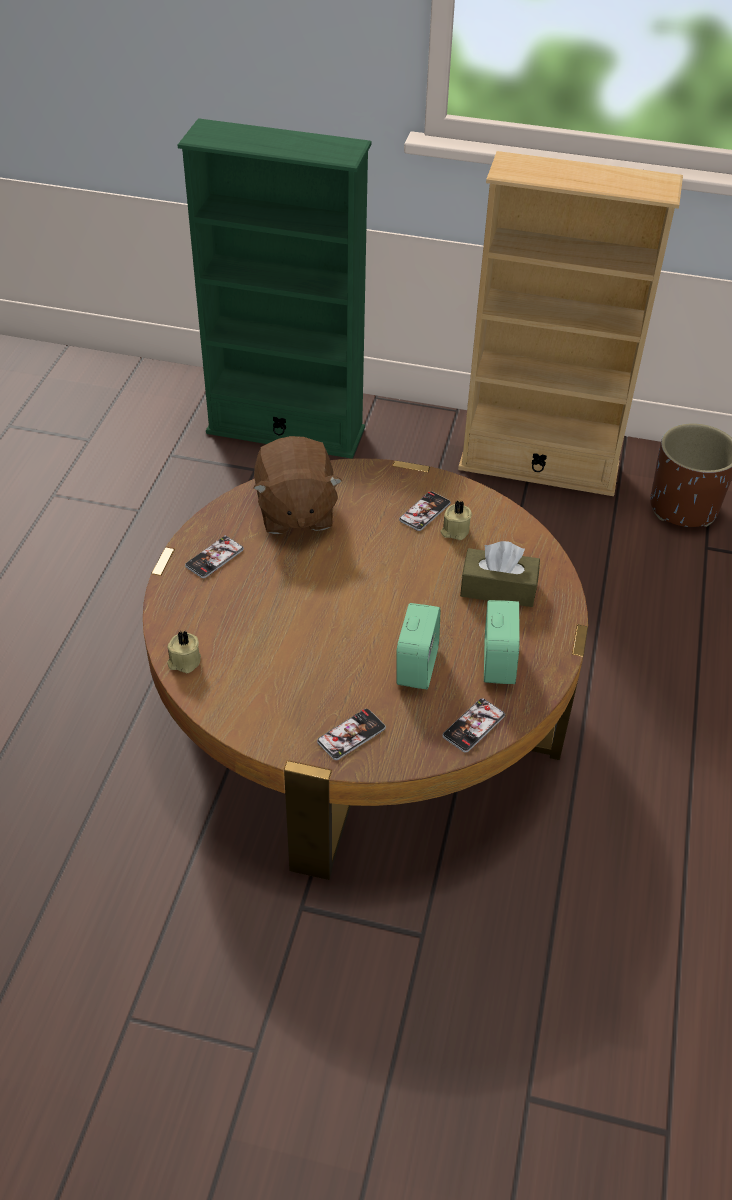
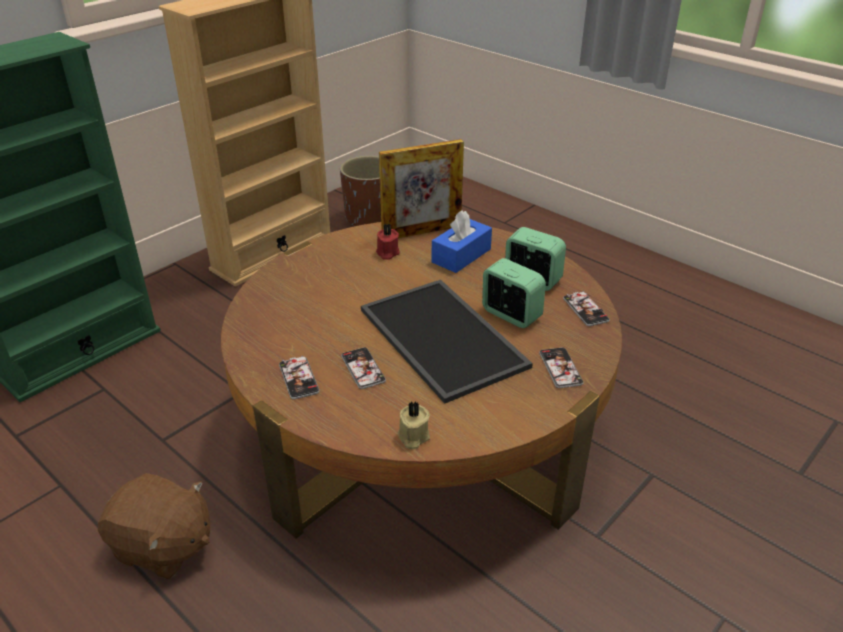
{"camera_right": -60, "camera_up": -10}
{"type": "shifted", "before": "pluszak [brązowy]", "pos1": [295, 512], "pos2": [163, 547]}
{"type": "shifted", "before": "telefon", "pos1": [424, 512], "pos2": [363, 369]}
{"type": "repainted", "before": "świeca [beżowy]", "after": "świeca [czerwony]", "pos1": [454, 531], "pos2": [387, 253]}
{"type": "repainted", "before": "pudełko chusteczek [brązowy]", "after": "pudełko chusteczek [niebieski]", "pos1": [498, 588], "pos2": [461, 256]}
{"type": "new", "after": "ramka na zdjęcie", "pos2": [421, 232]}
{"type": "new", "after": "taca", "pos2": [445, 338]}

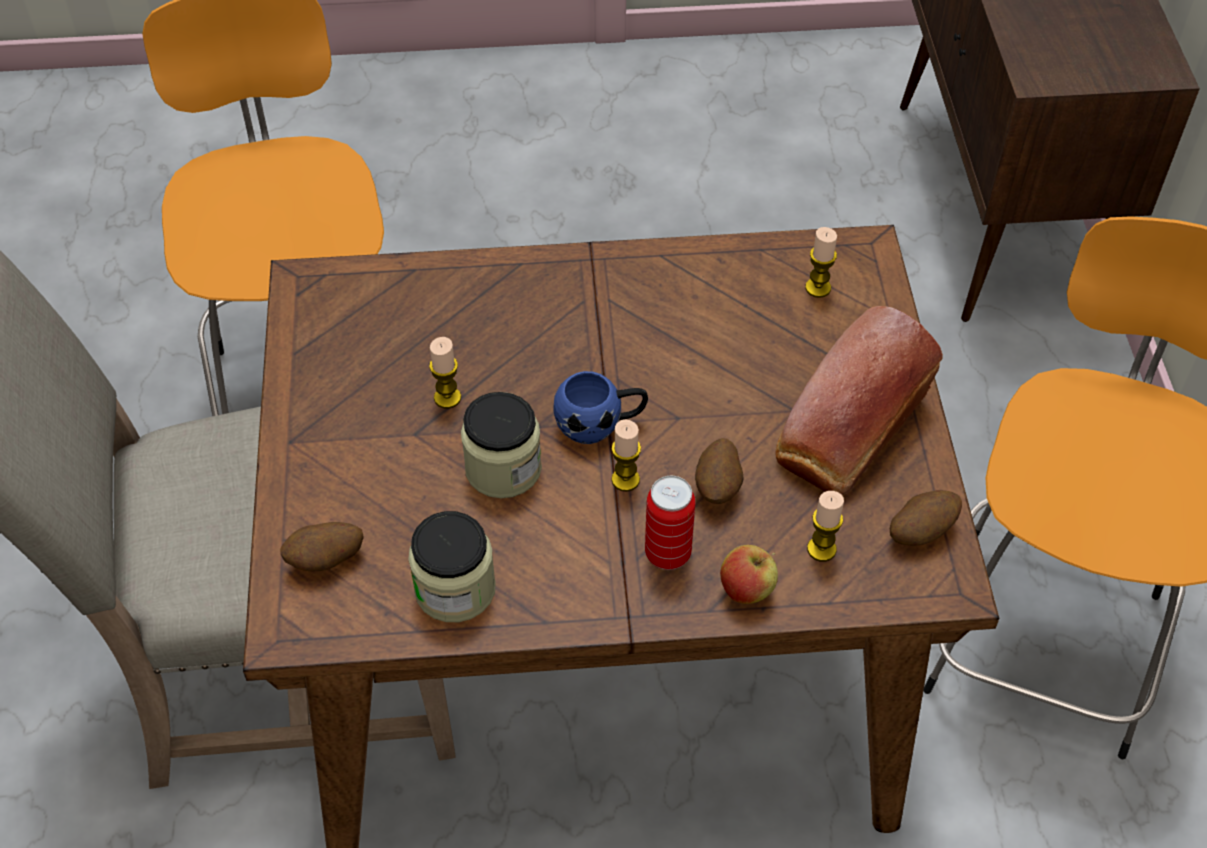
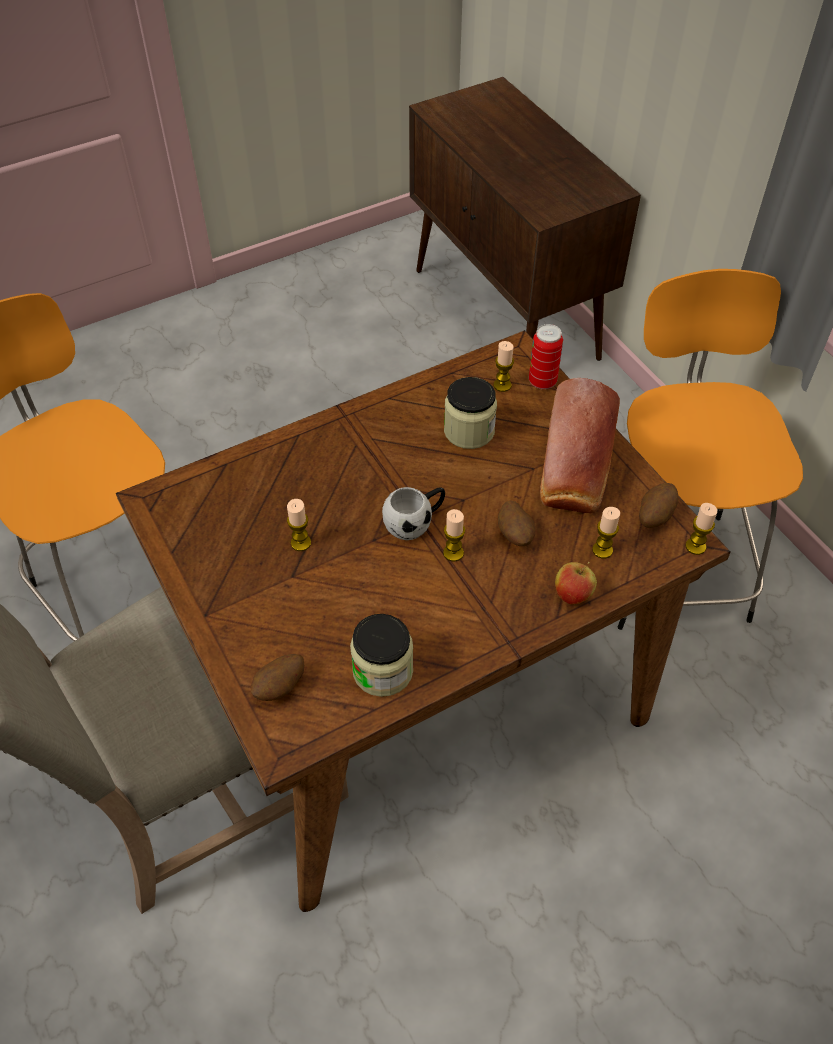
{"camera_right": -25, "camera_up": 0}
{"type": "repainted", "before": "kubek [niebieski]", "after": "kubek [biały]", "pos1": [600, 424], "pos2": [415, 522]}
{"type": "shifted", "before": "słoik", "pos1": [503, 468], "pos2": [469, 431]}
{"type": "shifted", "before": "puszka", "pos1": [668, 553], "pos2": [542, 381]}
{"type": "new", "after": "świeca", "pos2": [695, 546]}

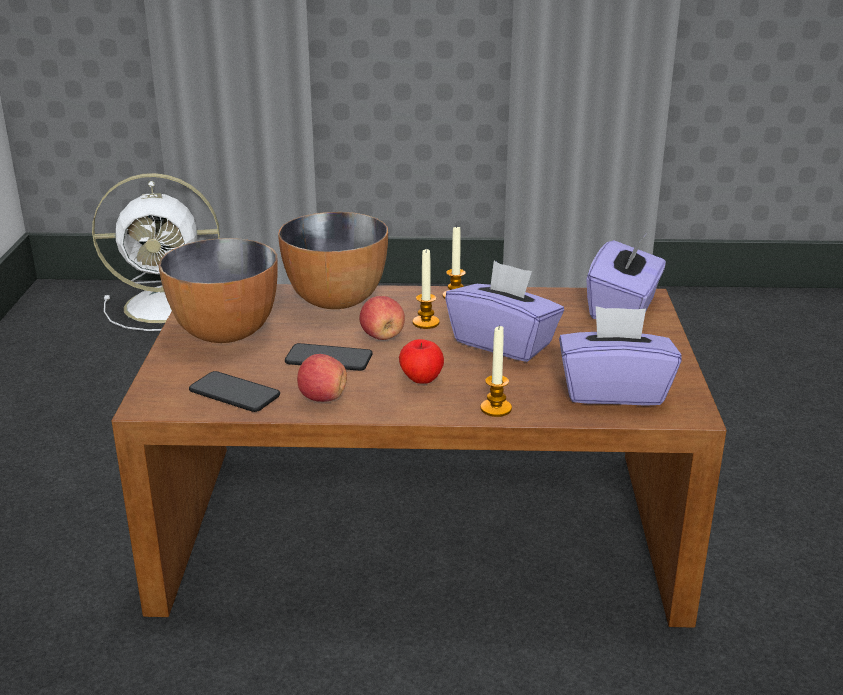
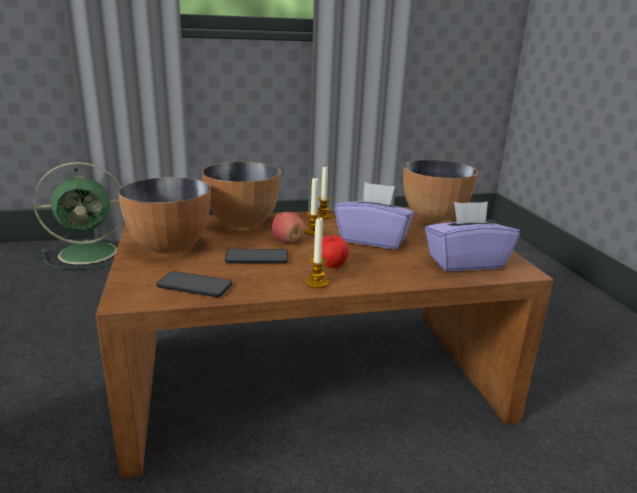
{"camera_right": -15, "camera_up": -5}
{"type": "repainted", "before": "wentylator [biały]", "after": "wentylator [zielony]", "pos1": [169, 305], "pos2": [91, 253]}
{"type": "swapped", "before": "pudełko chusteczek [fioletowy]", "after": "miska", "pos1": [624, 308], "pos2": [434, 216]}
{"type": "shifted", "before": "świeca", "pos1": [496, 408], "pos2": [317, 283]}
{"type": "gone", "before": "jabłko", "pos1": [322, 398]}

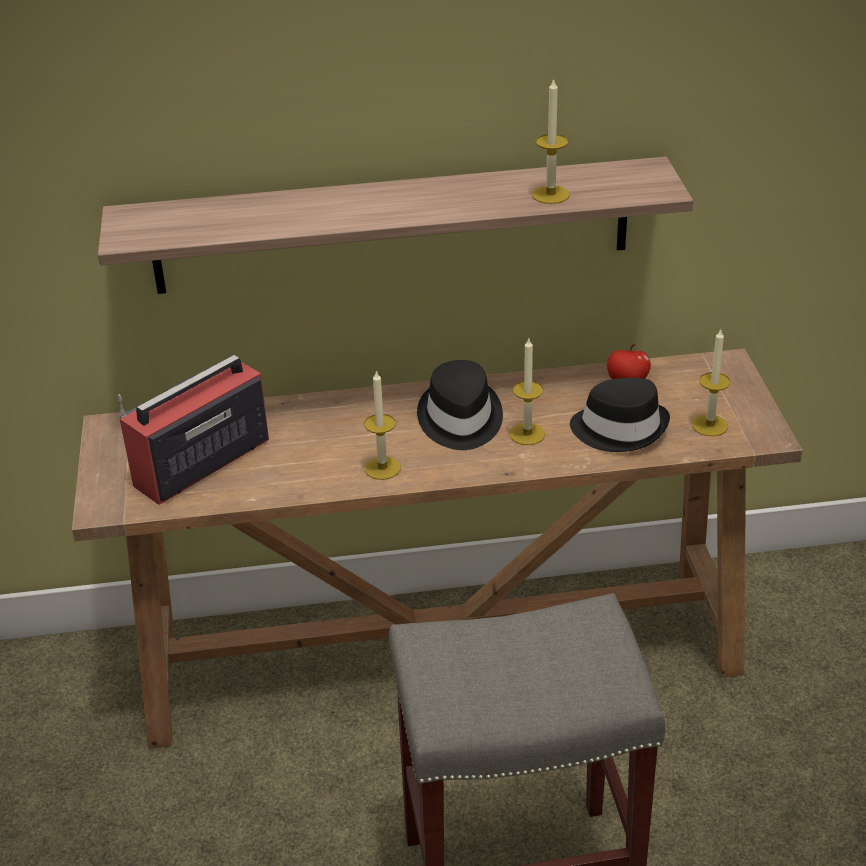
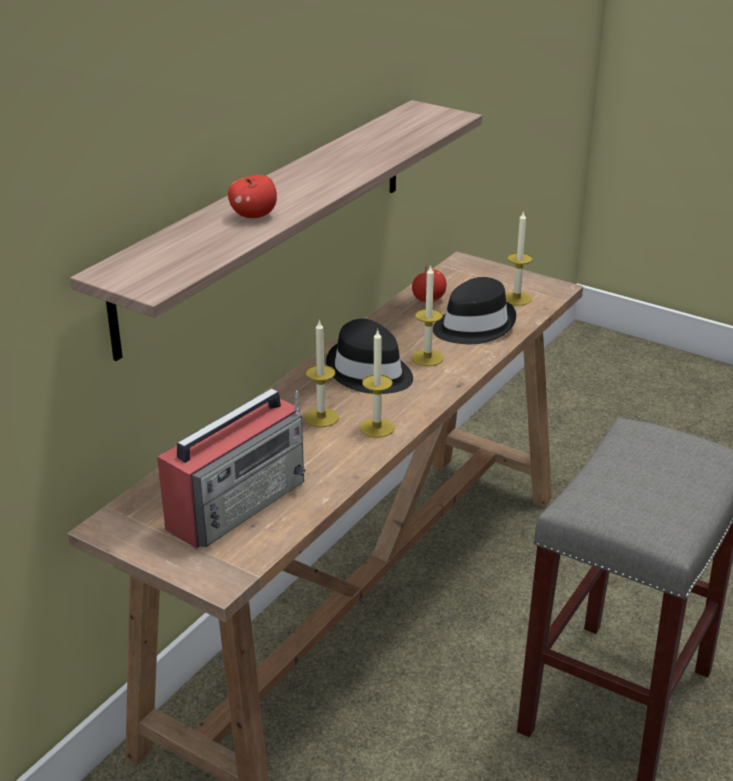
{"camera_right": -50, "camera_up": -5}
{"type": "shifted", "before": "świeca", "pos1": [550, 194], "pos2": [321, 417]}
{"type": "rotated", "before": "radio", "pos1": [199, 463], "pos2": [238, 503], "turn": -135}
{"type": "new", "after": "jabłko", "pos2": [254, 216]}

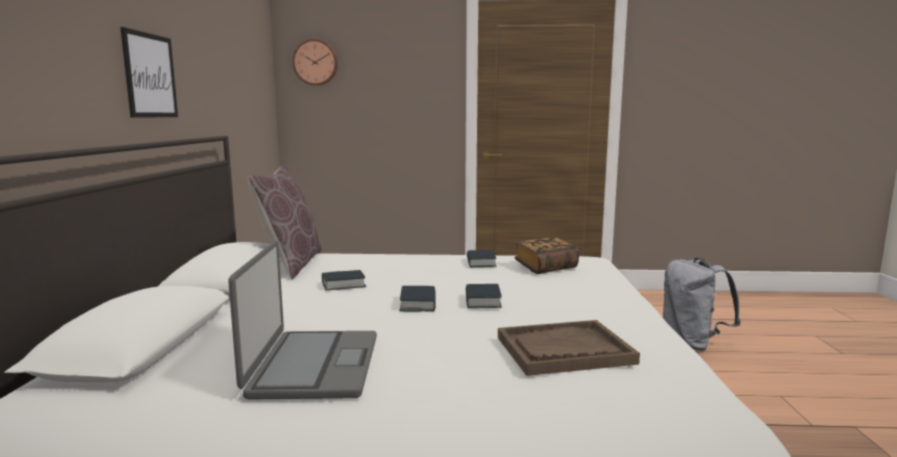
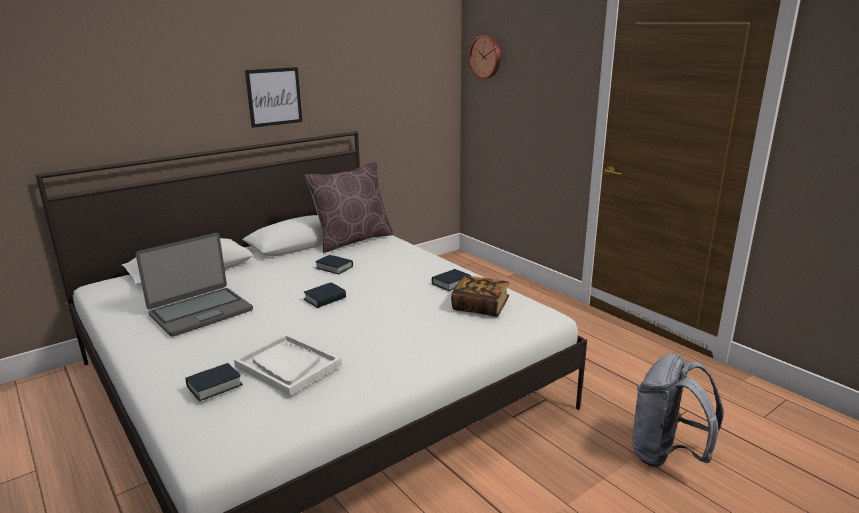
{"camera_right": 50, "camera_up": 10}
{"type": "shifted", "before": "książka", "pos1": [482, 301], "pos2": [214, 386]}
{"type": "repainted", "before": "taca [brązowy]", "after": "taca [biały]", "pos1": [564, 350], "pos2": [287, 366]}

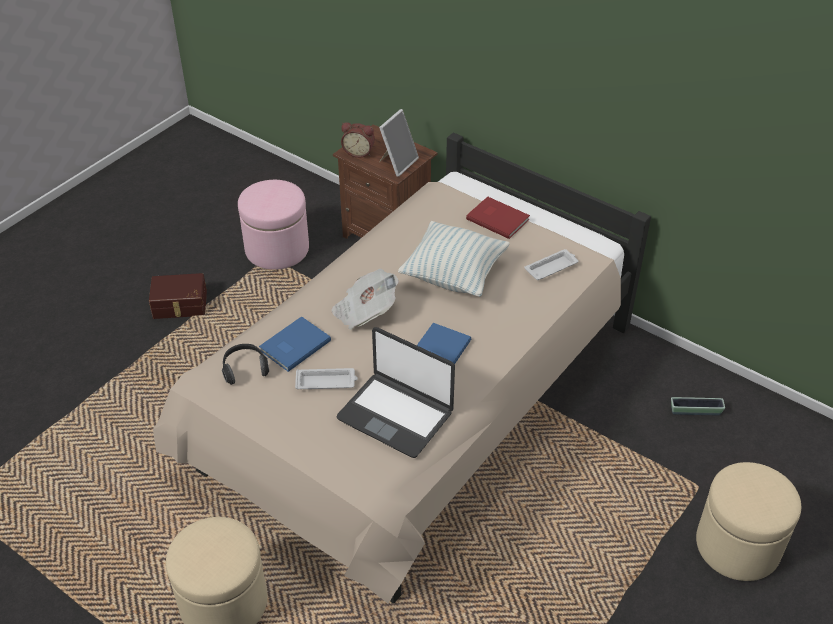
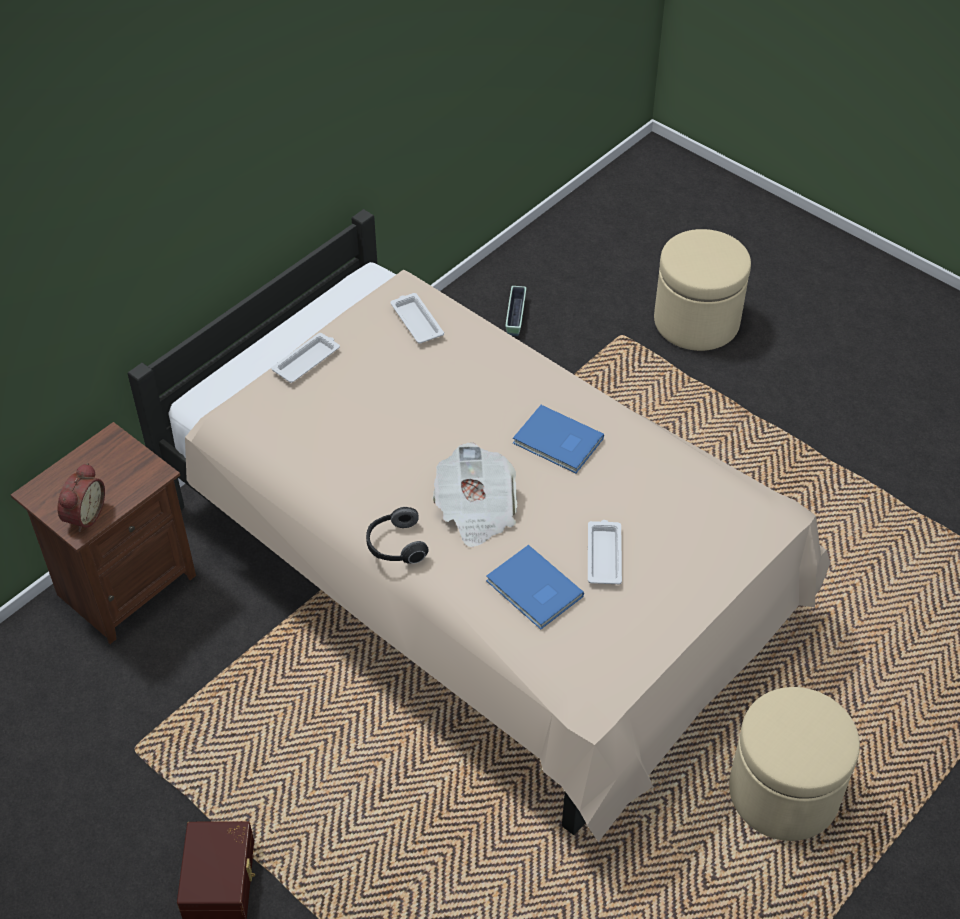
{"camera_right": -85, "camera_up": 5}
{"type": "gone", "before": "ramka na zdjęcie", "pos1": [397, 163]}
{"type": "gone", "before": "pufa [różowy]", "pos1": [277, 249]}
{"type": "swapped", "before": "książka [czerwony]", "after": "taca [biały]", "pos1": [498, 218], "pos2": [307, 361]}
{"type": "gone", "before": "poduszka", "pos1": [454, 275]}
{"type": "gone", "before": "laptop", "pos1": [396, 415]}
{"type": "shifted", "before": "słuchawki", "pos1": [245, 369], "pos2": [395, 546]}

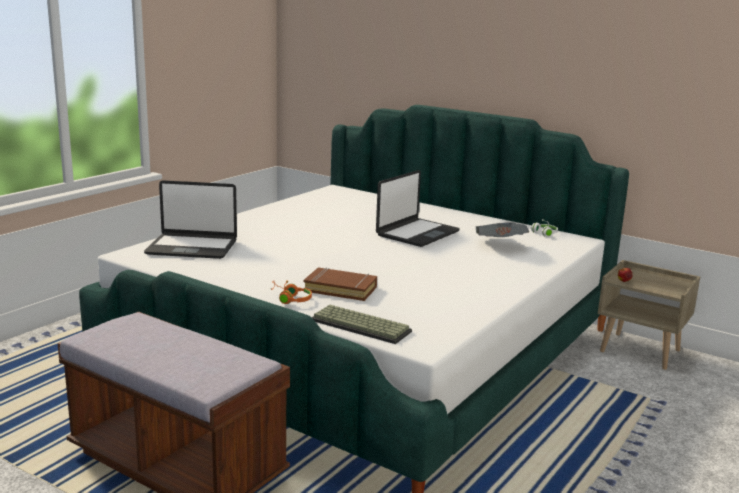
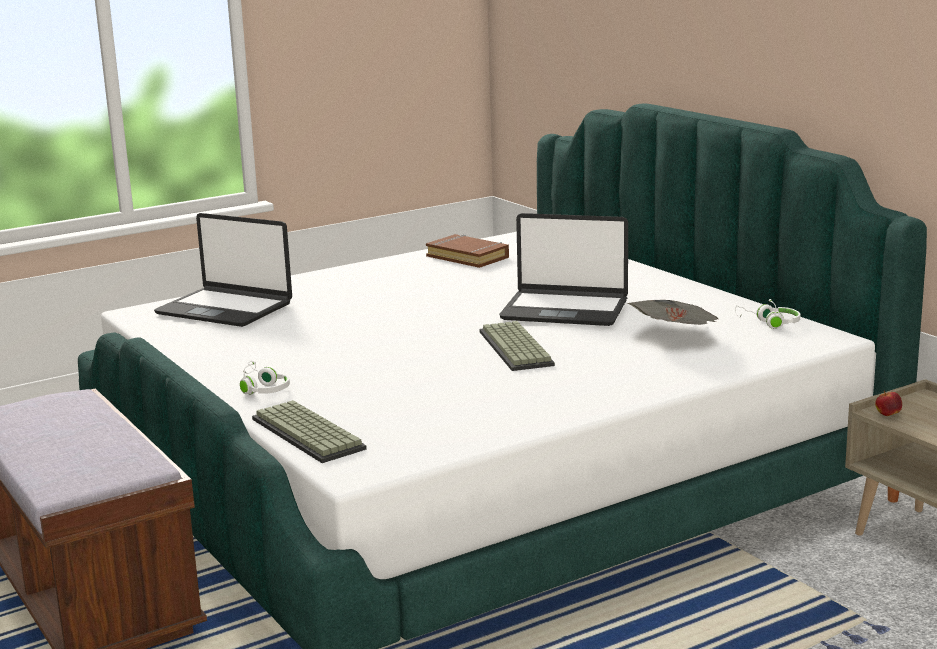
{"camera_right": 25, "camera_up": 0}
{"type": "rotated", "before": "laptop", "pos1": [417, 233], "pos2": [564, 310], "turn": 45}
{"type": "shifted", "before": "książka [brązowy]", "pos1": [340, 289], "pos2": [468, 257]}
{"type": "repainted", "before": "słuchawki [pomarańczowy]", "after": "słuchawki [biały]", "pos1": [290, 299], "pos2": [262, 388]}
{"type": "new", "after": "klawiatura", "pos2": [518, 348]}

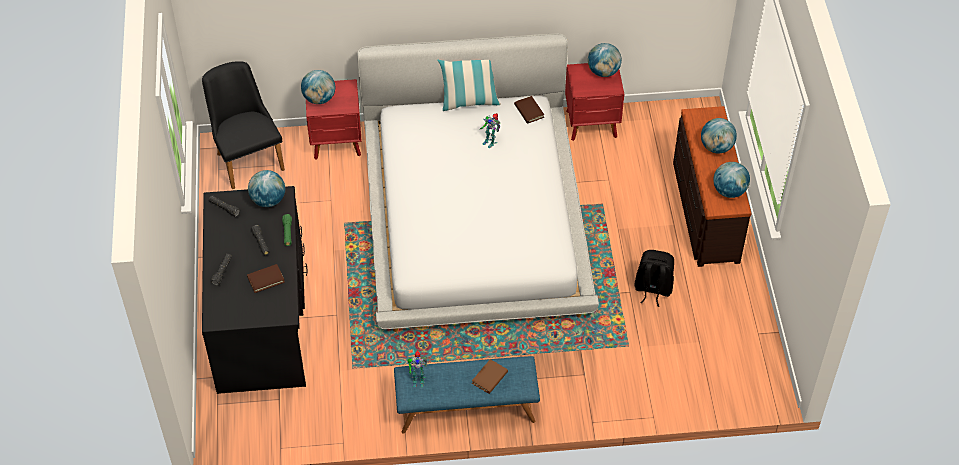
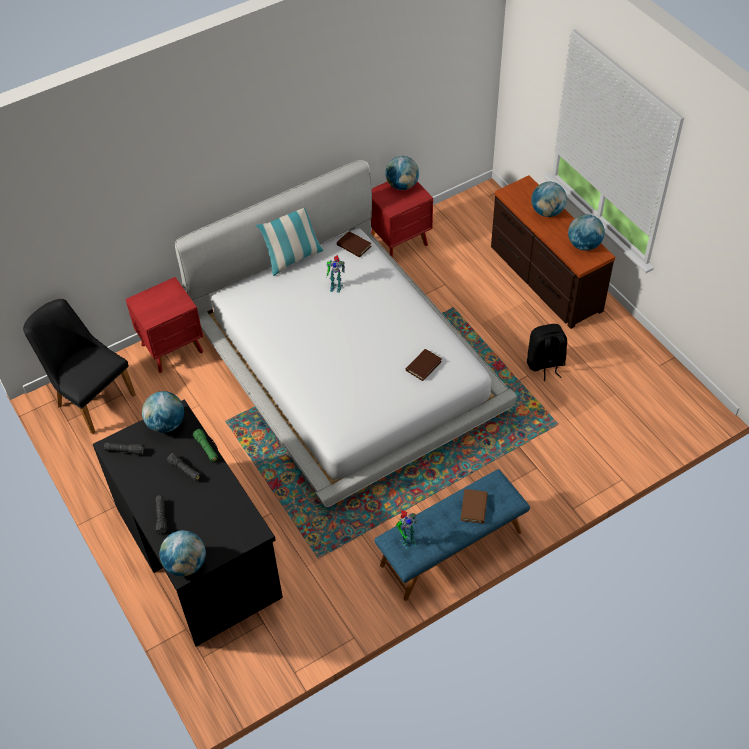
{"camera_right": -25, "camera_up": 0}
{"type": "shifted", "before": "globus", "pos1": [319, 98], "pos2": [186, 564]}
{"type": "shifted", "before": "książka [brązowy]", "pos1": [266, 279], "pos2": [423, 366]}

